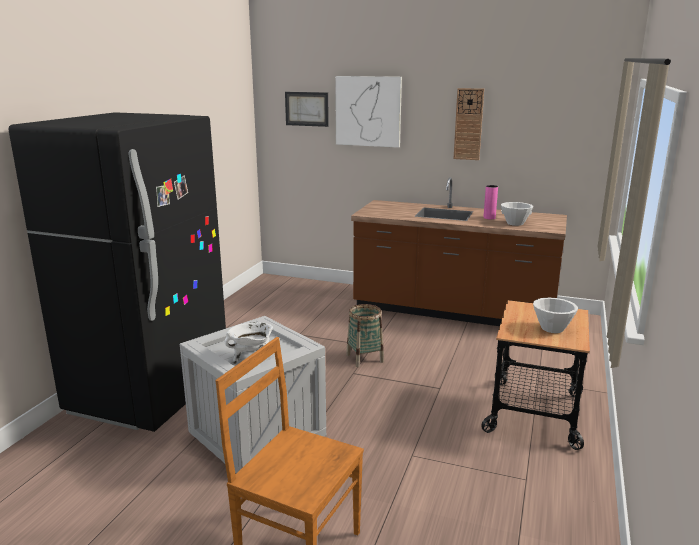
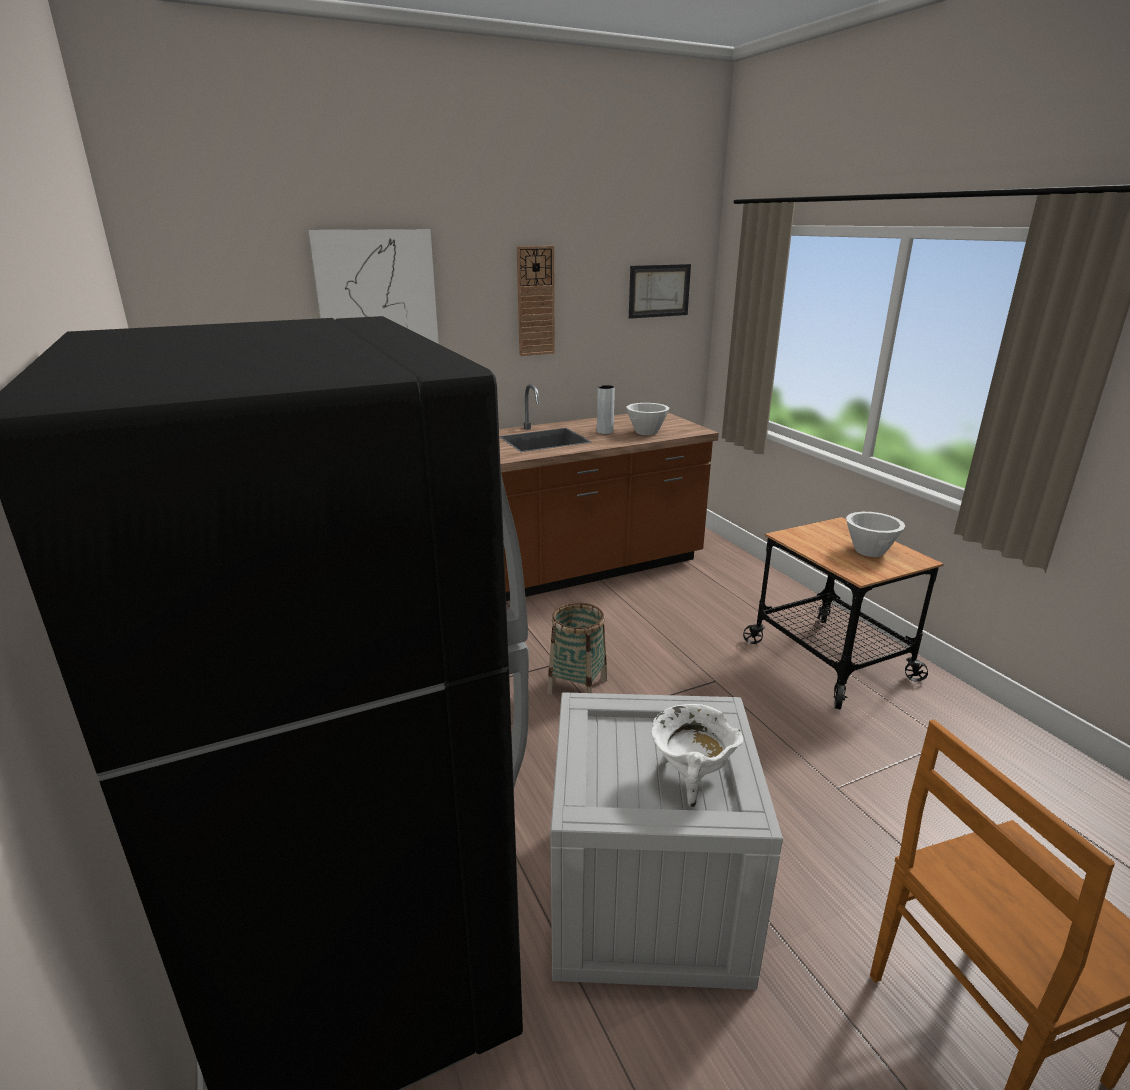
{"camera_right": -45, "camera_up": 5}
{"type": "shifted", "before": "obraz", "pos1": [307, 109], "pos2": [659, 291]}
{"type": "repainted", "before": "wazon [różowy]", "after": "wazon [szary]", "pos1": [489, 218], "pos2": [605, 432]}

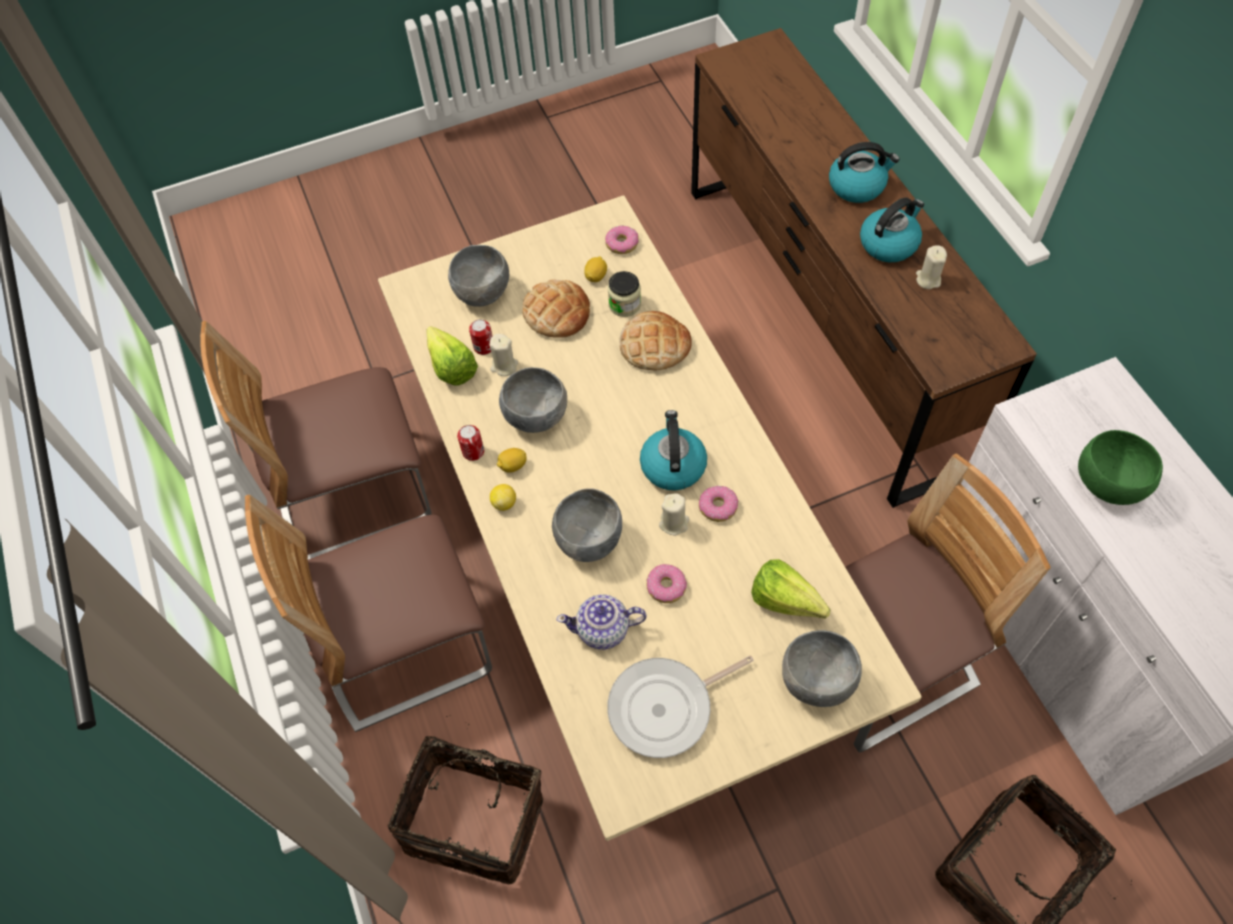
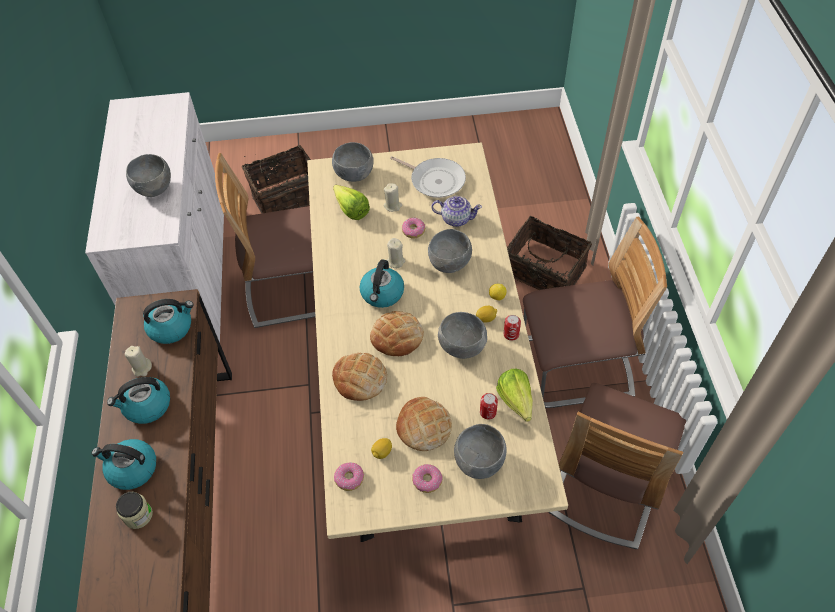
{"camera_right": -165, "camera_up": -5}
{"type": "shifted", "before": "słoik", "pos1": [624, 304], "pos2": [138, 515]}
{"type": "rotated", "before": "krzesło", "pos1": [355, 494], "pos2": [606, 484], "turn": 120}
{"type": "shifted", "before": "świeca [beżowy]", "pos1": [504, 366], "pos2": [393, 206]}
{"type": "repainted", "before": "miska [zielony]", "after": "miska [szary]", "pos1": [1108, 486], "pos2": [154, 188]}
{"type": "shifted", "before": "donut", "pos1": [718, 507], "pos2": [427, 481]}
{"type": "rotated", "before": "patelnia", "pos1": [666, 708], "pos2": [435, 180], "turn": 45}
{"type": "new", "after": "czajnik", "pos2": [171, 327]}
{"type": "new", "after": "chleb", "pos2": [397, 336]}

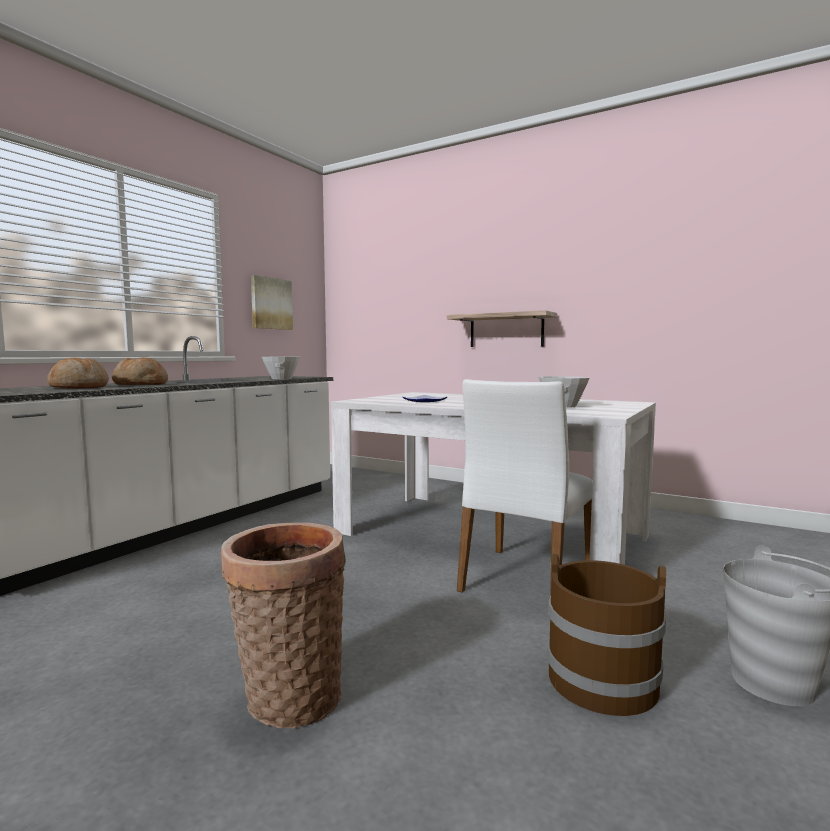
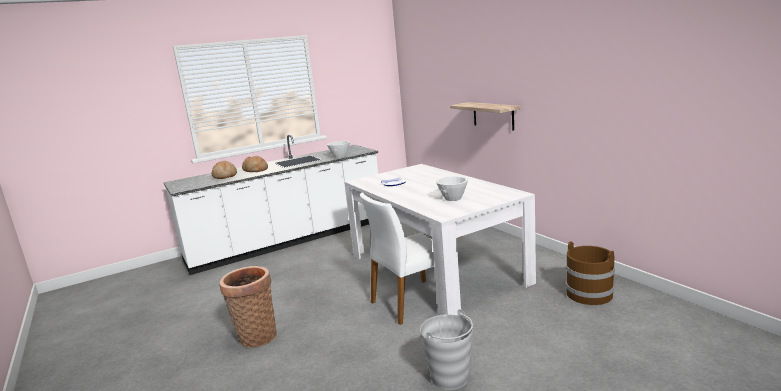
{"camera_right": 30, "camera_up": 10}
{"type": "gone", "before": "obraz", "pos1": [271, 303]}
{"type": "shifted", "before": "wiadro [brązowy]", "pos1": [601, 680], "pos2": [588, 294]}

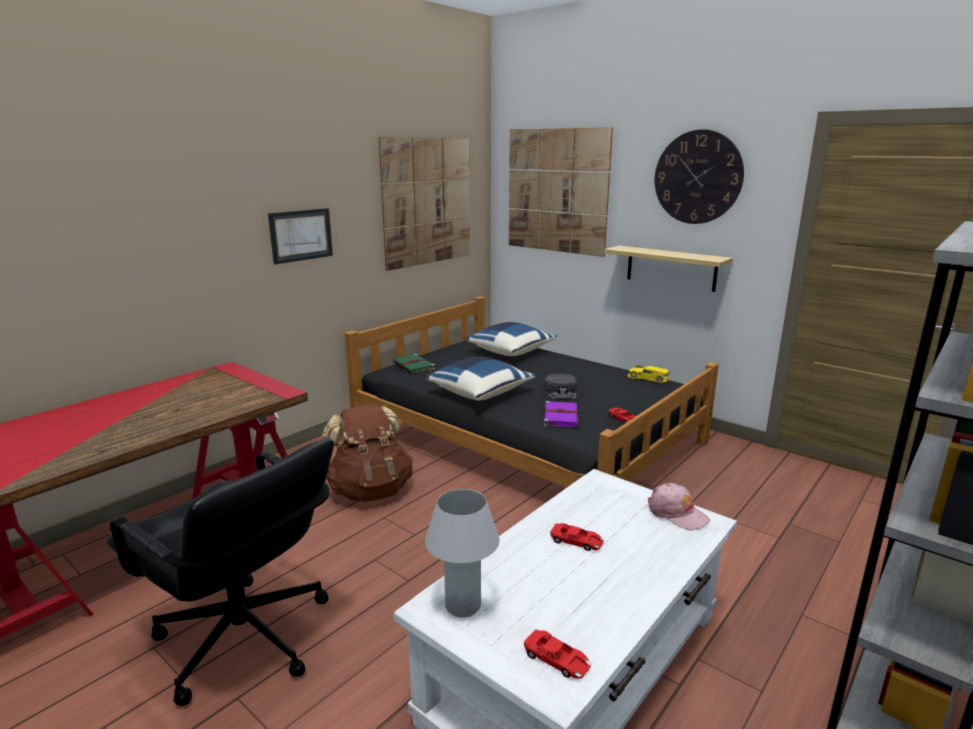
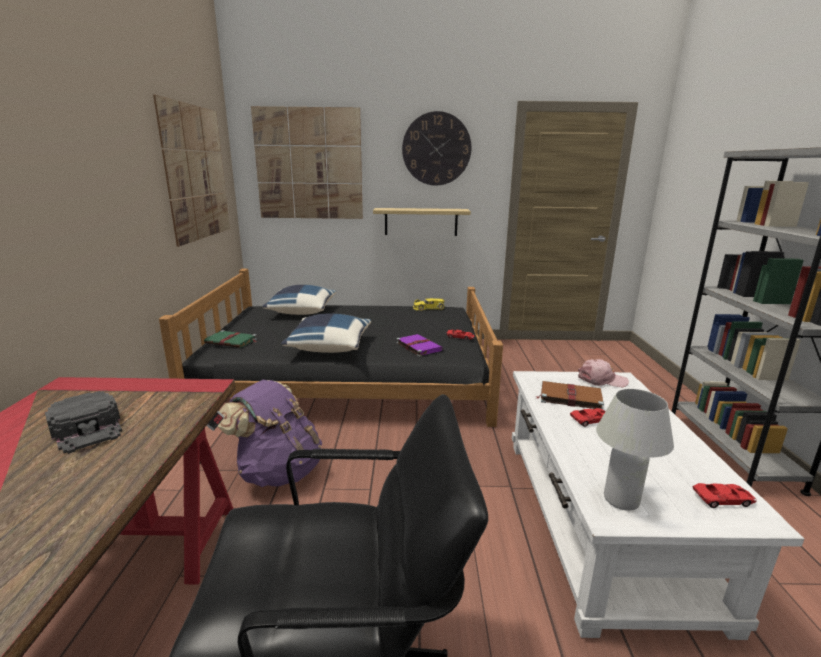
{"camera_right": -40, "camera_up": 0}
{"type": "gone", "before": "obraz", "pos1": [301, 235]}
{"type": "shifted", "before": "czapka z daszkiem [czarny]", "pos1": [561, 392], "pos2": [88, 429]}
{"type": "repainted", "before": "plecak [brązowy]", "after": "plecak [fioletowy]", "pos1": [371, 490], "pos2": [278, 471]}
{"type": "new", "after": "książka [brązowy]", "pos2": [569, 397]}

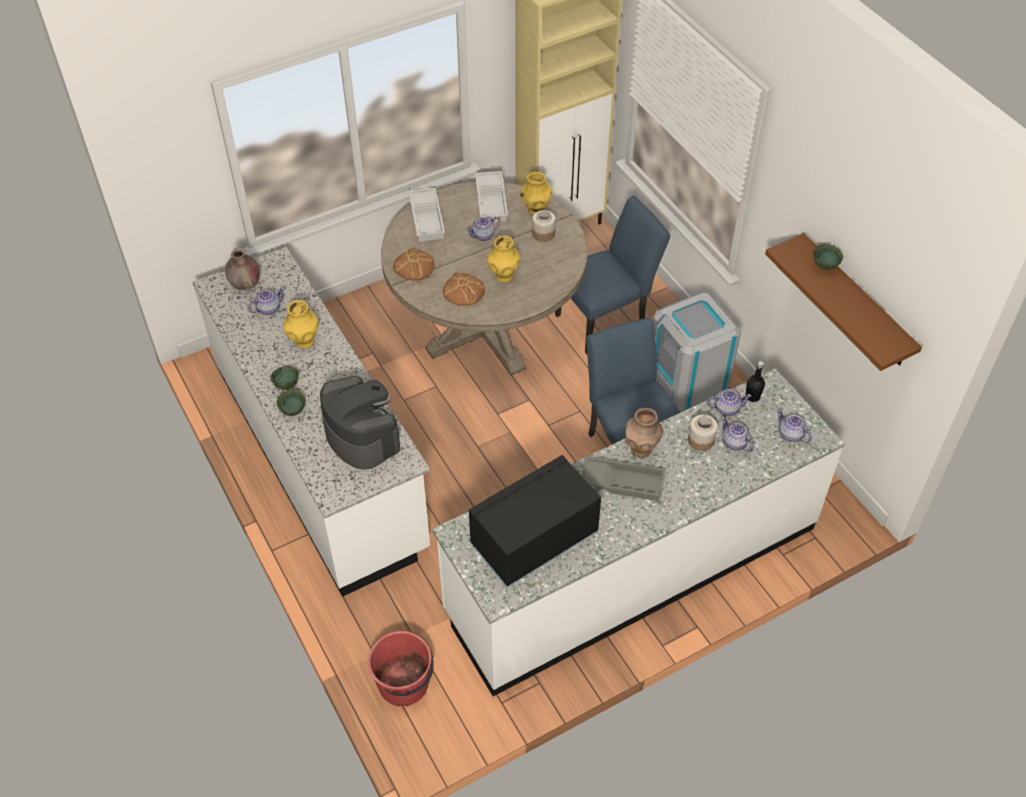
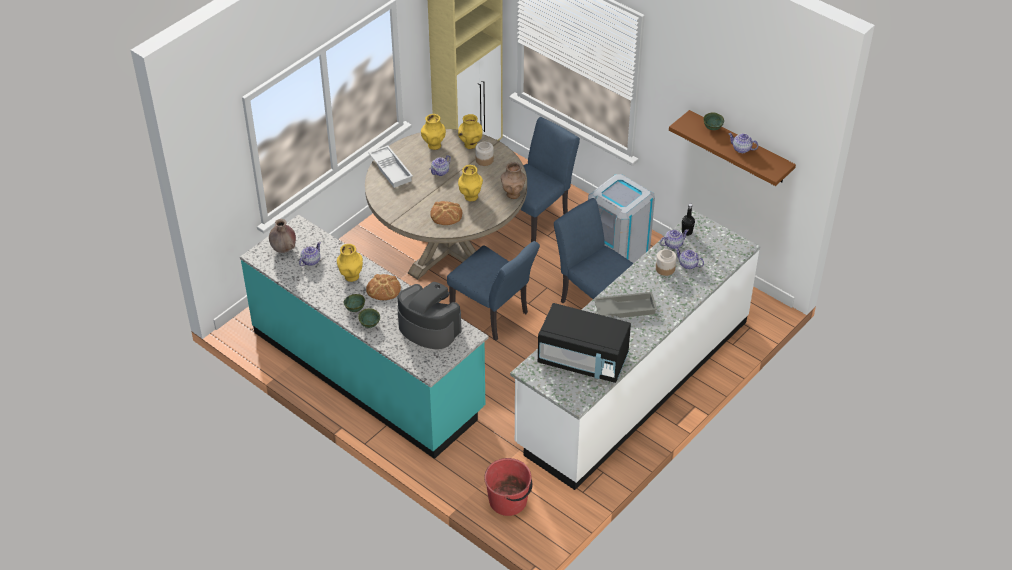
{"camera_right": -20, "camera_up": -5}
{"type": "swapped", "before": "taca [biały]", "after": "wazon [żółty]", "pos1": [492, 201], "pos2": [434, 145]}
{"type": "repainted", "before": "zabudowa kuchenna [biały]", "after": "zabudowa kuchenna [turkusowy]", "pos1": [321, 457], "pos2": [368, 370]}
{"type": "shifted", "before": "chleb", "pos1": [414, 266], "pos2": [383, 288]}
{"type": "shifted", "before": "wazon [brązowy]", "pos1": [641, 449], "pos2": [513, 194]}
{"type": "shifted", "before": "imbryk", "pos1": [790, 434], "pos2": [741, 149]}
{"type": "rotated", "before": "mikrofalówka [czarny]", "pos1": [533, 539], "pos2": [583, 360], "turn": -105}
{"type": "new", "after": "krzesło [niebieski]", "pos2": [493, 316]}

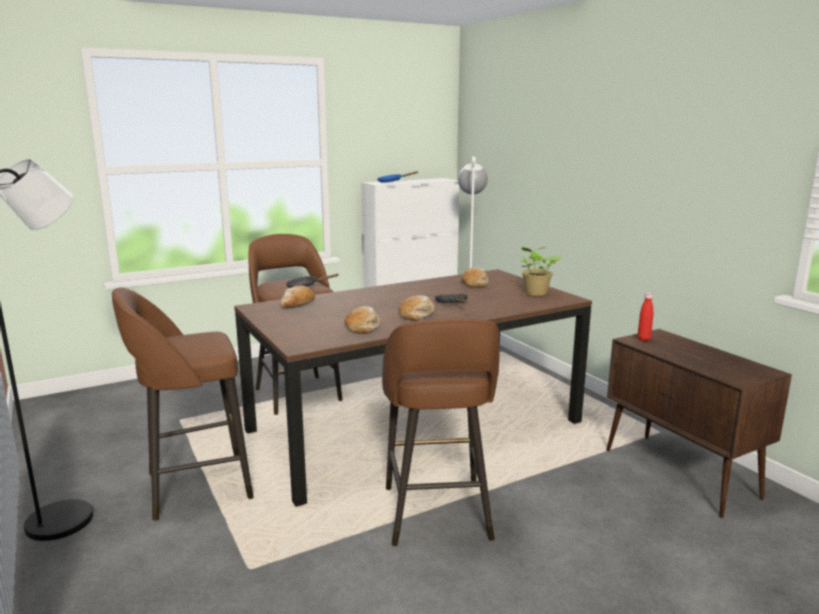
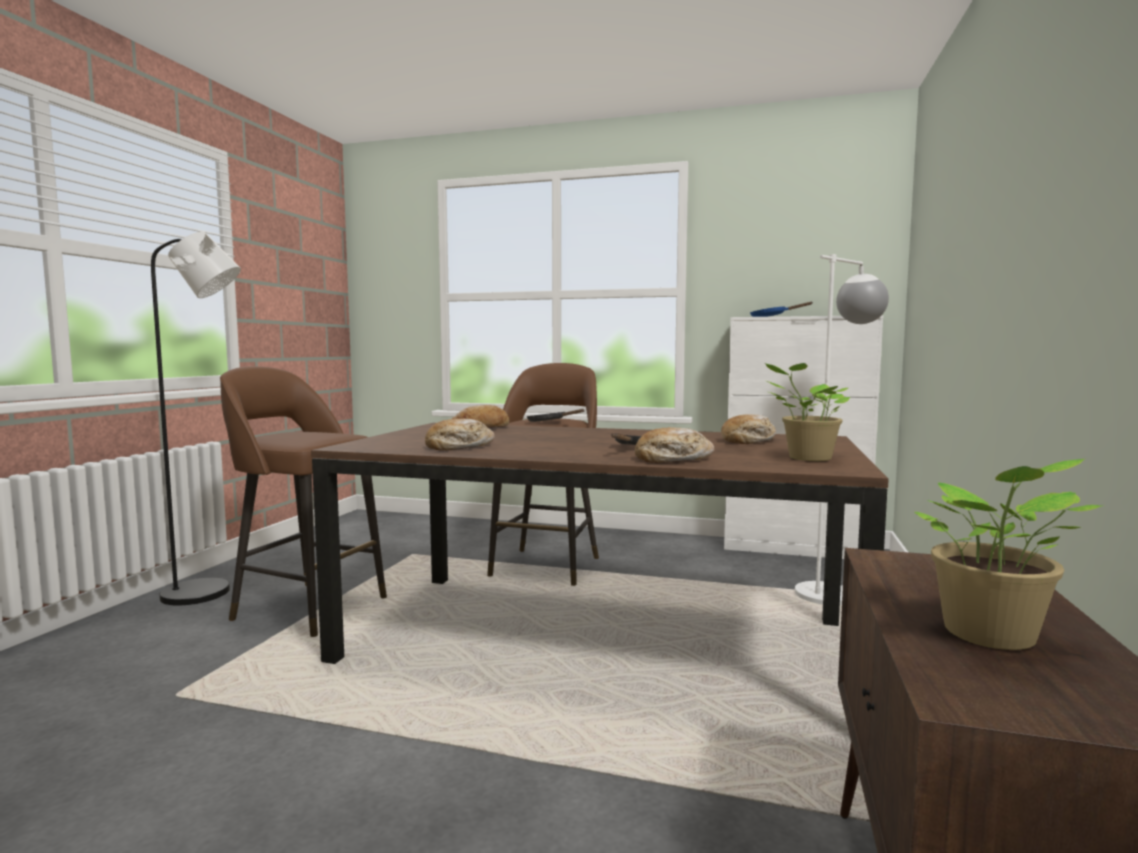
{"camera_right": 45, "camera_up": -10}
{"type": "gone", "before": "butelka [czerwony]", "pos1": [643, 339]}
{"type": "shifted", "before": "chleb", "pos1": [417, 314], "pos2": [673, 459]}
{"type": "gone", "before": "stołek [brązowy]", "pos1": [437, 515]}
{"type": "new", "after": "roślina doniczkowa", "pos2": [991, 637]}

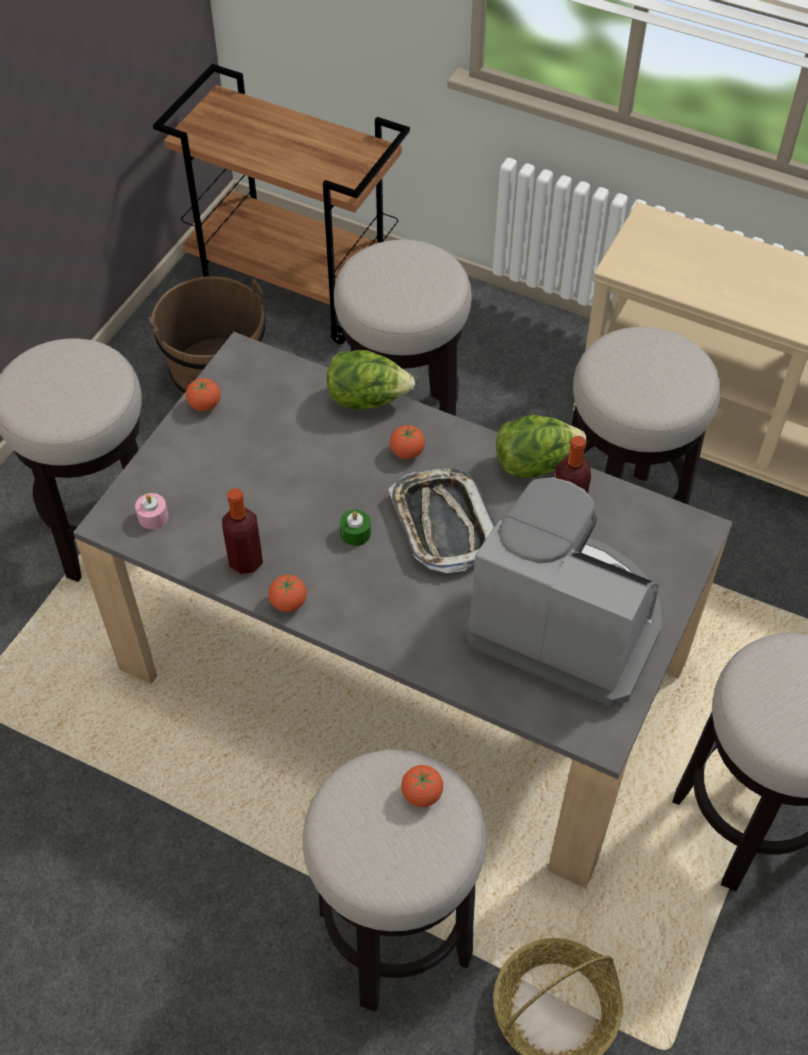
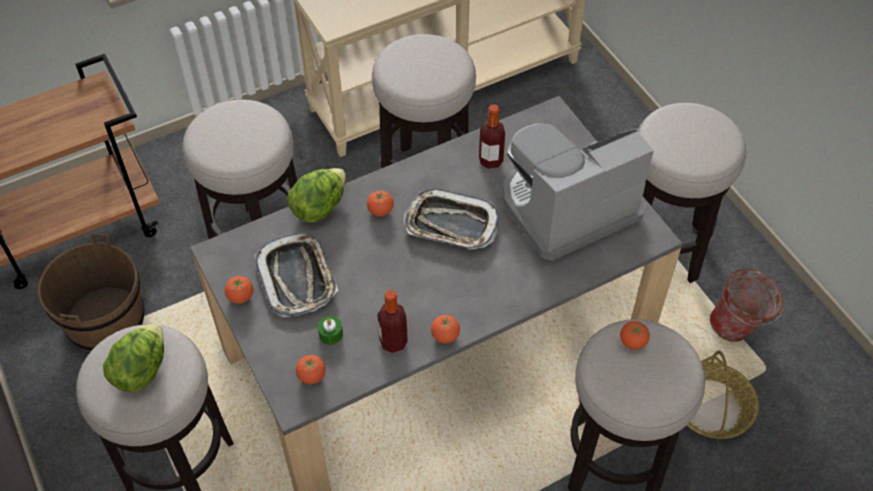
{"camera_right": -55, "camera_up": 0}
{"type": "shifted", "before": "sałata", "pos1": [535, 463], "pos2": [141, 369]}
{"type": "swapped", "before": "świeca [różowy]", "after": "pomidor", "pos1": [153, 517], "pos2": [312, 376]}
{"type": "shifted", "before": "świeca [zielony]", "pos1": [355, 533], "pos2": [331, 334]}
{"type": "new", "after": "taca", "pos2": [297, 278]}
{"type": "new", "after": "wiadro", "pos2": [739, 328]}

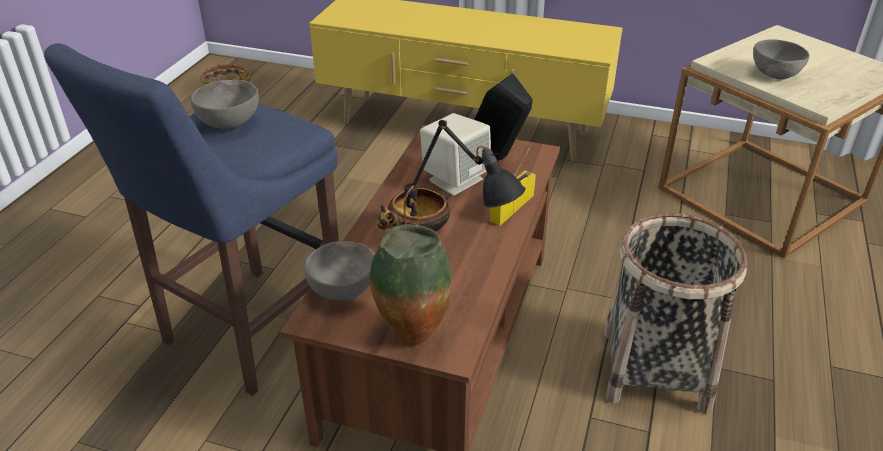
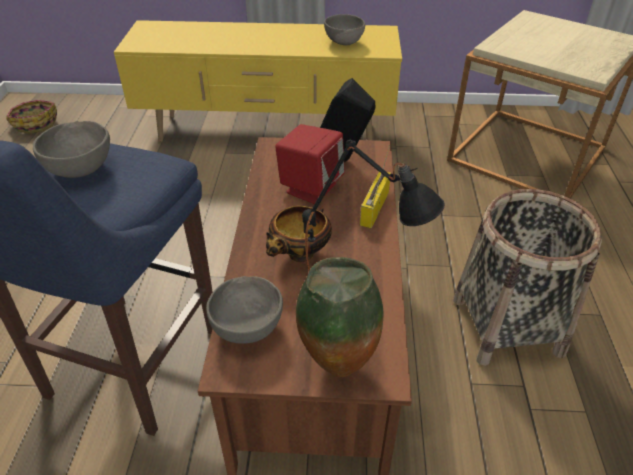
{"camera_right": -15, "camera_up": 5}
{"type": "shifted", "before": "miska [szary]", "pos1": [774, 75], "pos2": [343, 43]}
{"type": "repainted", "before": "głośnik [beżowy]", "after": "głośnik [czerwony]", "pos1": [455, 179], "pos2": [310, 188]}

